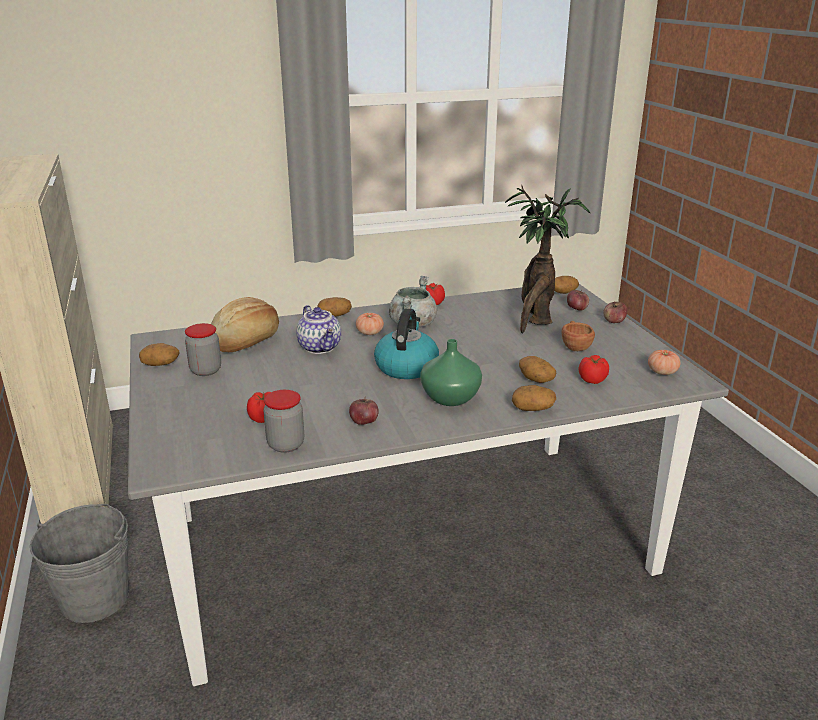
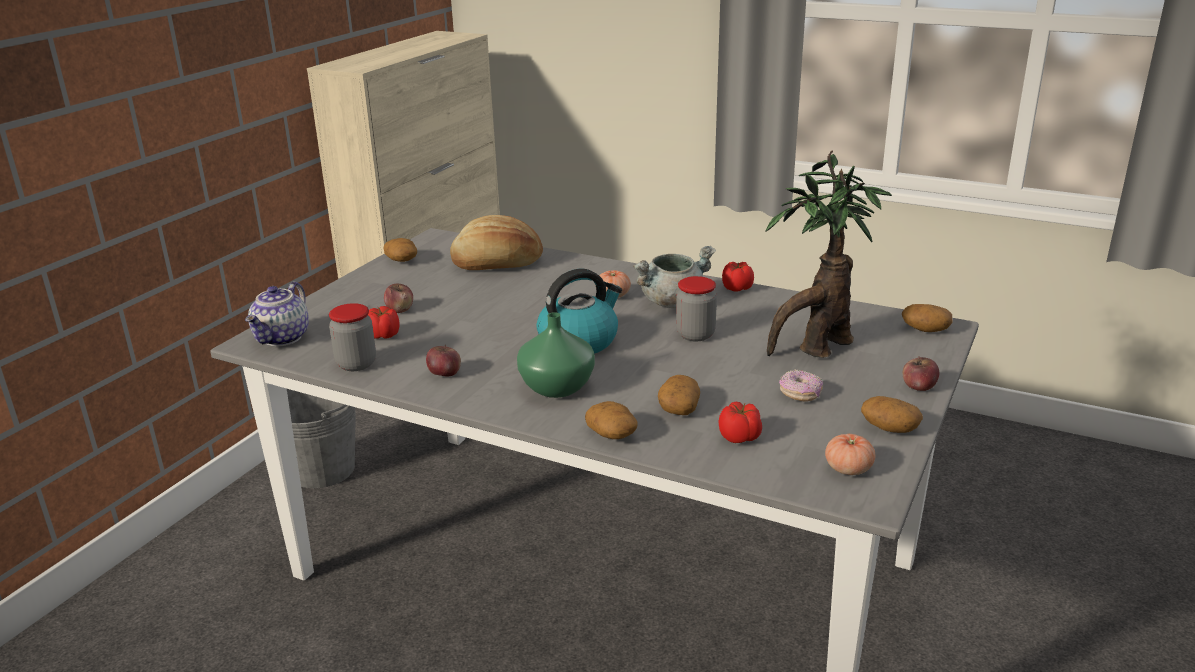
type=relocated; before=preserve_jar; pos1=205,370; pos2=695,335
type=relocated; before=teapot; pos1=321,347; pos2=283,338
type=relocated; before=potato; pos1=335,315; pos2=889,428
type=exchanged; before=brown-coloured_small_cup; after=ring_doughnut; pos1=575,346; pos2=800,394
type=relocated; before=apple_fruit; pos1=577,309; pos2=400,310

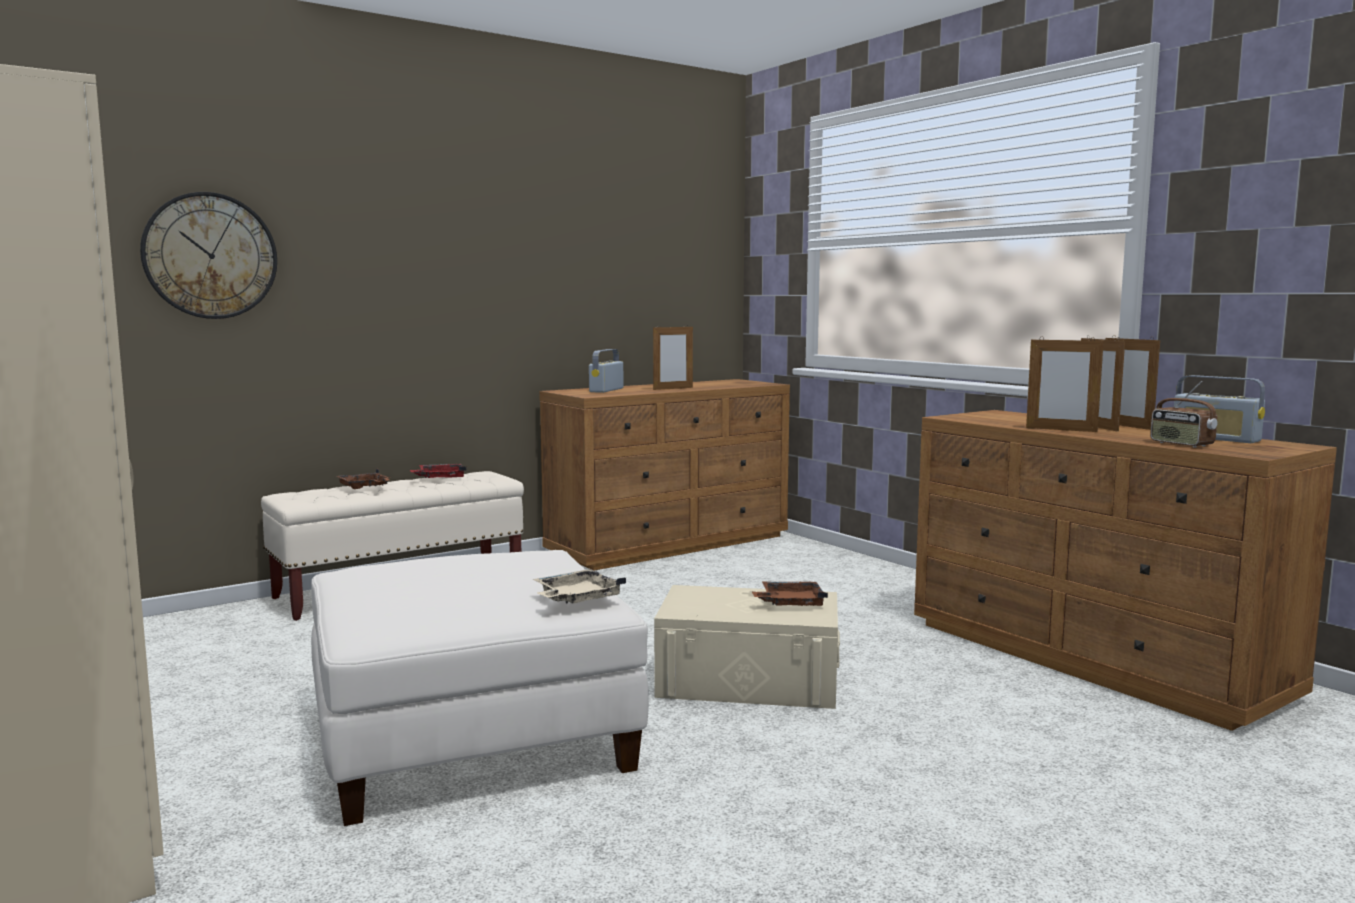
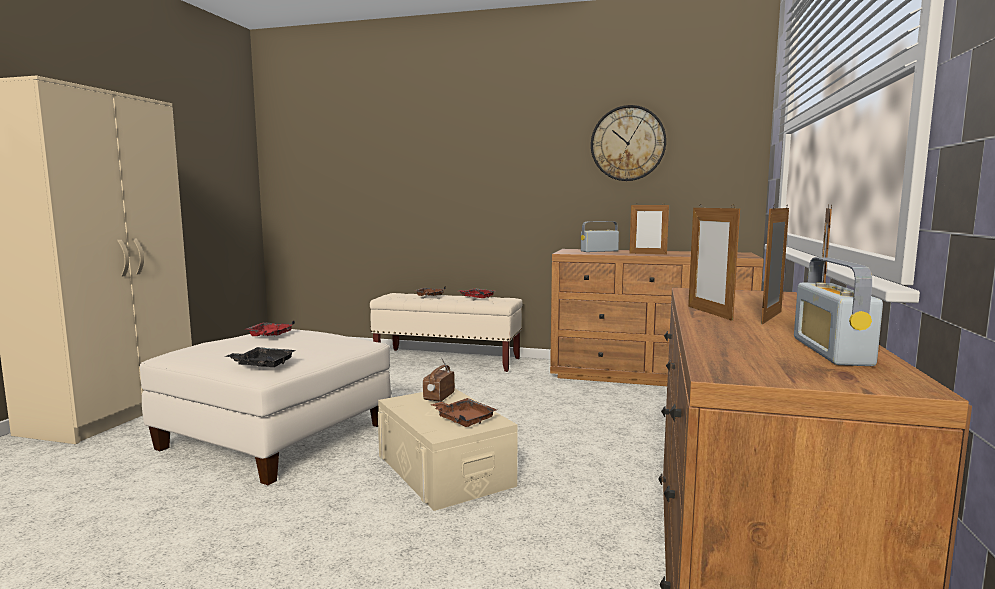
type=relocated; before=wall_clock; pos1=210,256; pos2=628,143
type=colour; before=beige-coloured_tray; after=blackish_tray; pos1=576,599; pos2=263,364
type=relocated; before=radio_receiver; pos1=1181,444; pos2=438,397
type=appeared; after=red-coloured_tray; pos2=270,336

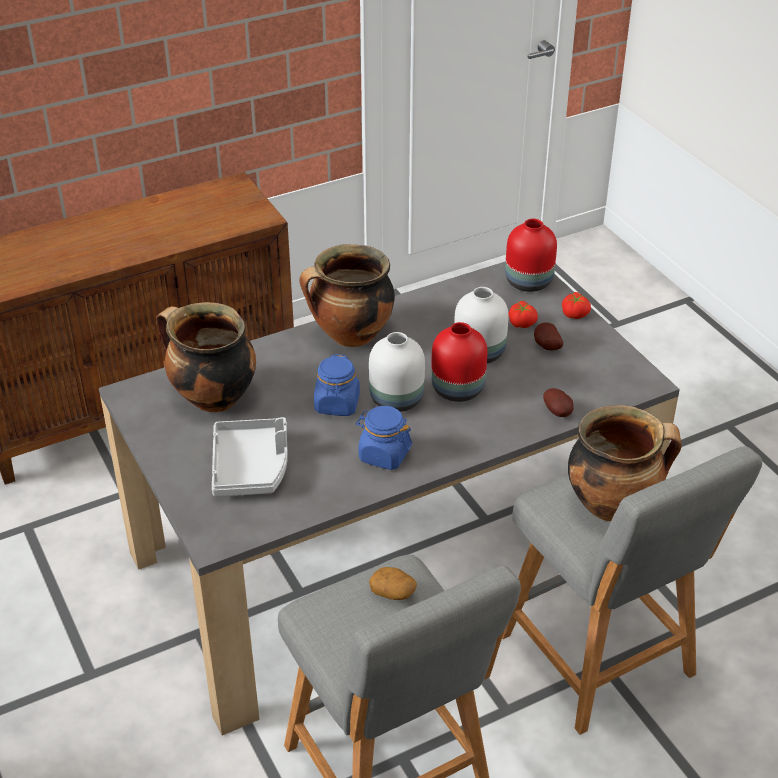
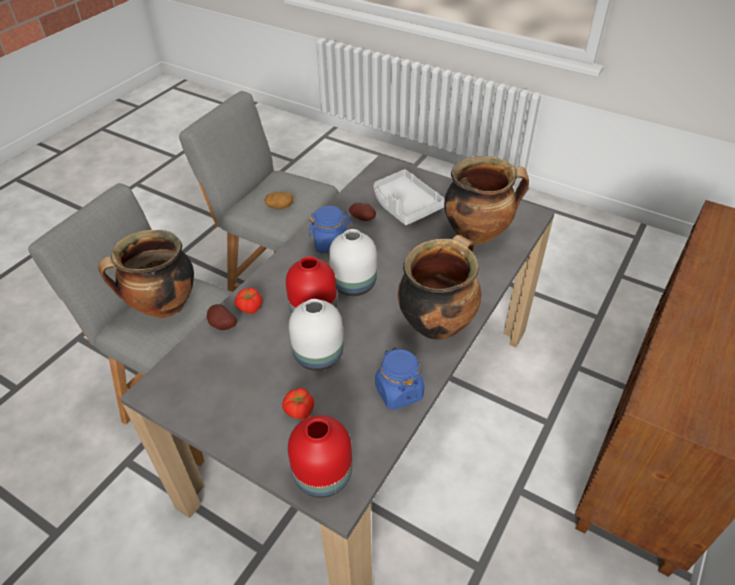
type=relocated; before=bluish_preserve_jar; pos1=337,404; pos2=398,391
type=relocated; before=potato; pos1=546,347; pos2=364,219
type=relocated; before=fresh_tomato; pos1=575,314; pos2=249,307

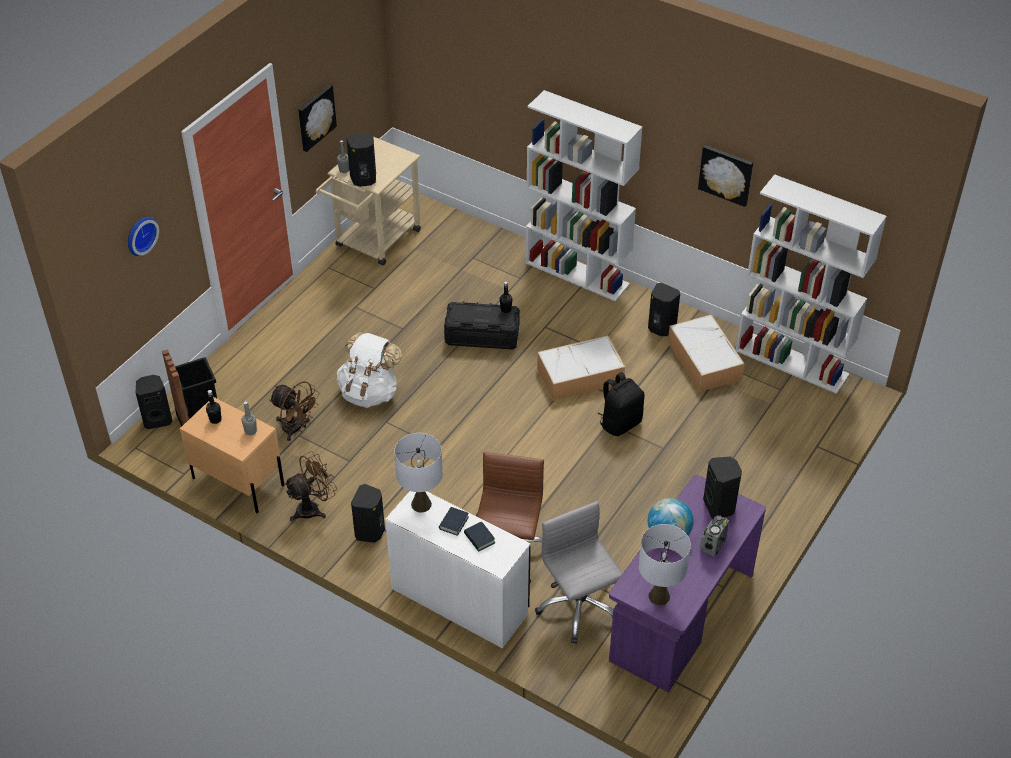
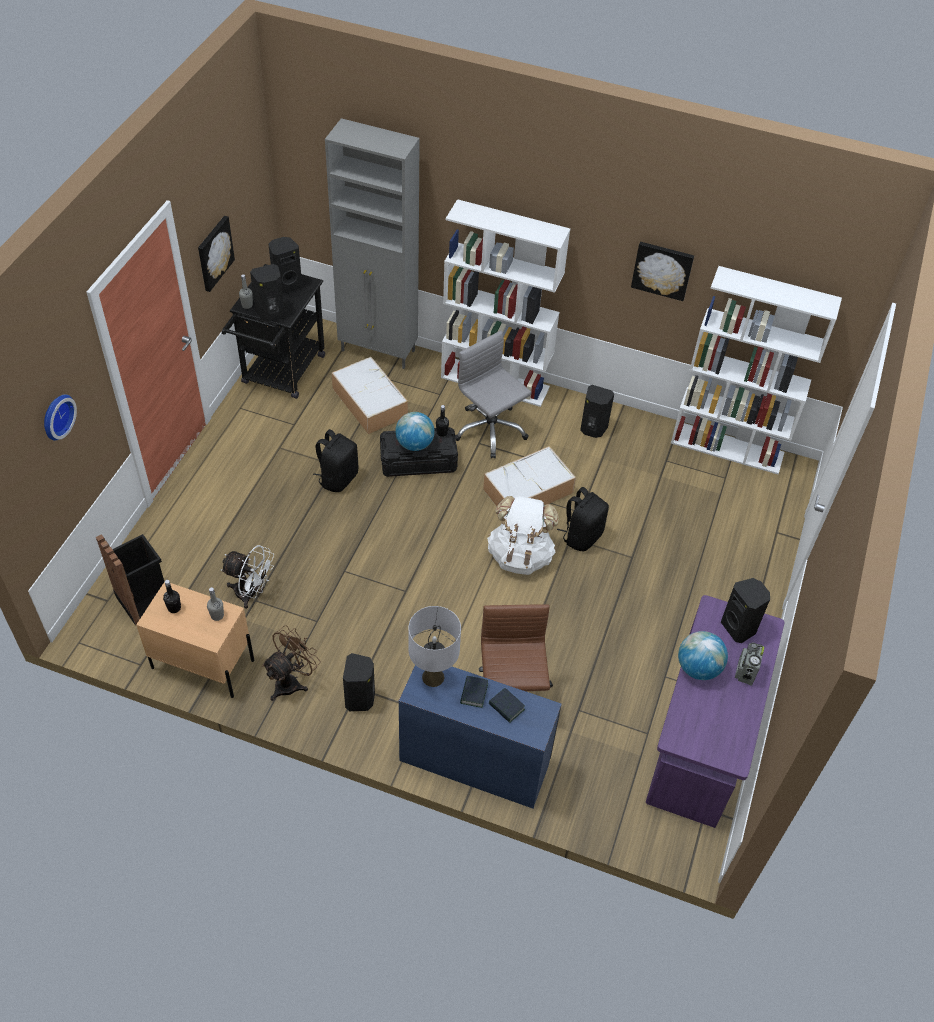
type=relocated; before=blackish_loudspeaker; pos1=157,419; pos2=286,285
type=colour; before=brown-coloured_fan; after=white_fan; pos1=296,429; pos2=251,594
type=colour; before=beige-coloured_cart; after=blackish_cart; pos1=374,242; pos2=280,374
type=relocated; before=white_rucksack; pos1=370,392; pos2=520,555
type=colour; before=white_desk_table; after=bluish_desk_table; pos1=460,600; pos2=474,760
type=relocated; before=gray_office_chair; pos1=578,607; pos2=490,430
type=missing; before=gray_table_lamp; pos1=659,596
type=relocated; before=storage_box; pos1=703,360; pos2=369,401
type=appeared; after=blackish_rucksack; pos2=338,478
type=appeared; after=gray_cabinet; pos2=379,351
type=appeared; after=world_globe; pos2=414,444

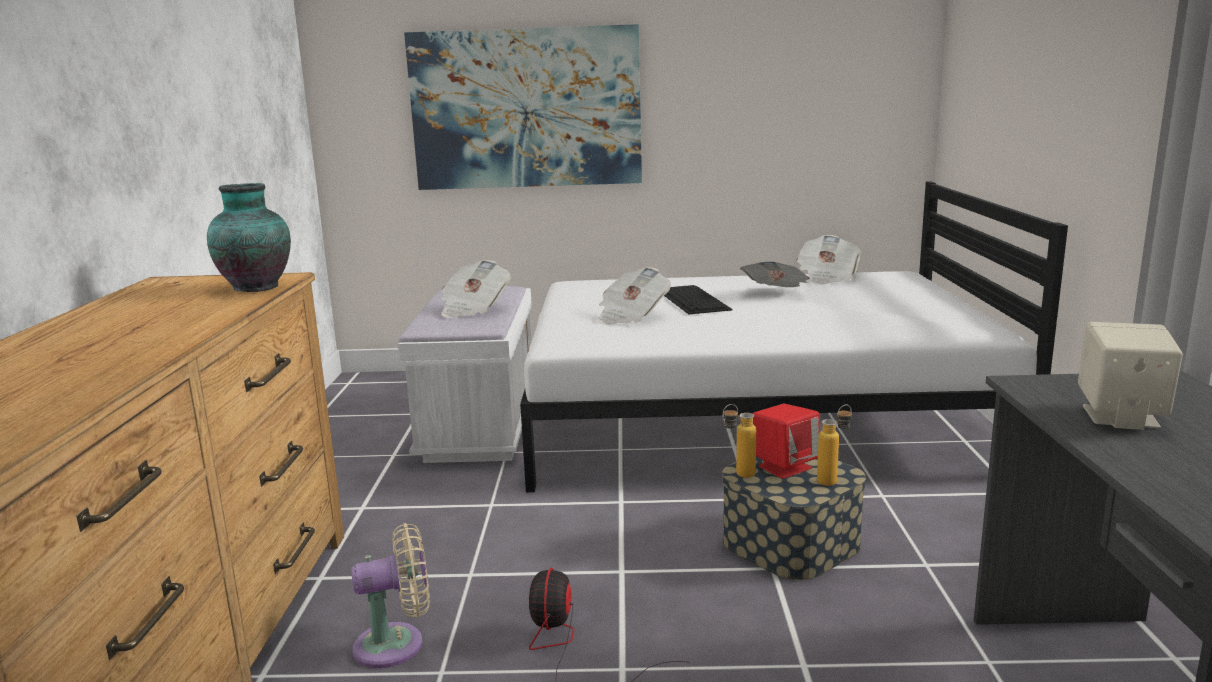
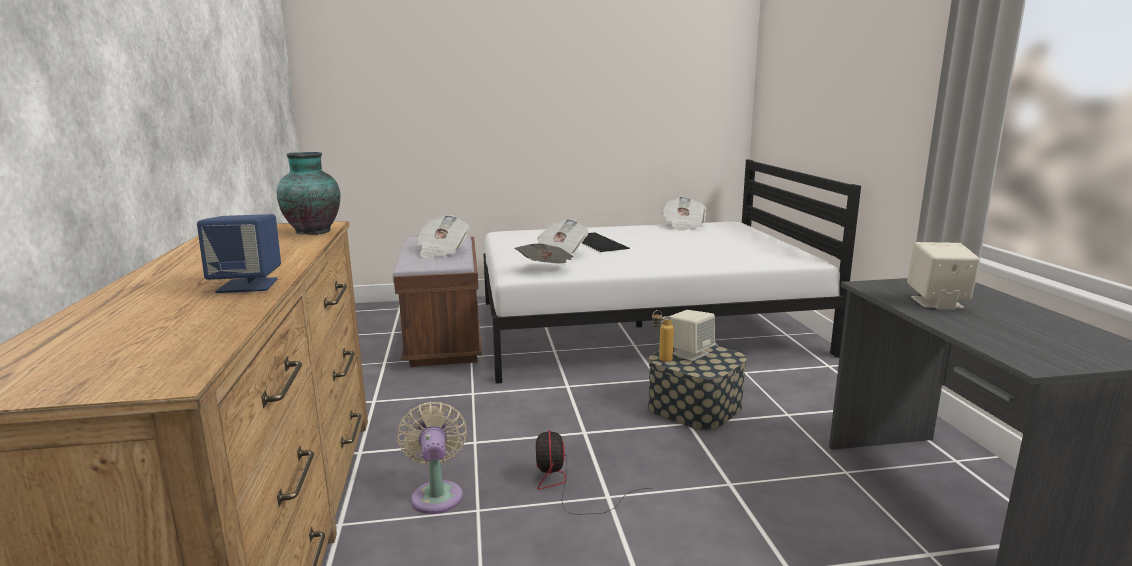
type=spun; before=beige-coloured_fan; pos1=396,644; pos2=437,494; turn=-75
type=colour; before=white_indoor_bench; after=brown-coloured_indoor_bench; pos1=481,425; pos2=444,339
type=missing; before=picture; pos1=526,109
type=relocated; before=newspaper; pos1=776,294; pos2=546,270
type=colour; before=red-coloured_loudspeaker; after=beige-coloured_loudspeaker; pos1=784,467; pos2=690,353
type=missing; before=beverage_bottle; pos1=833,480
type=appeared; after=bluish_loudspeaker; pos2=249,285

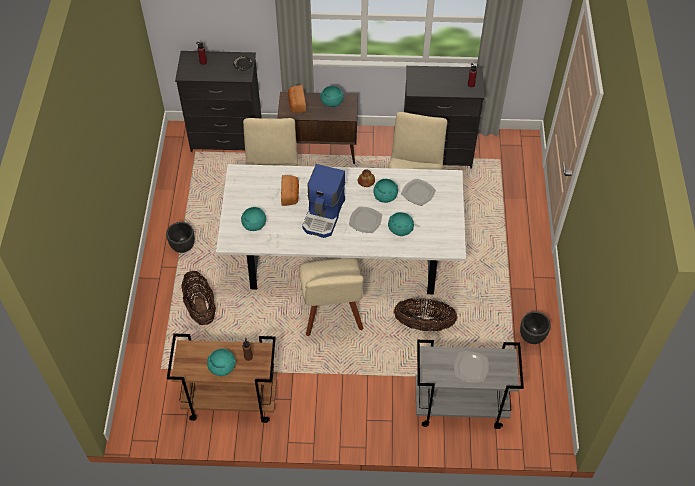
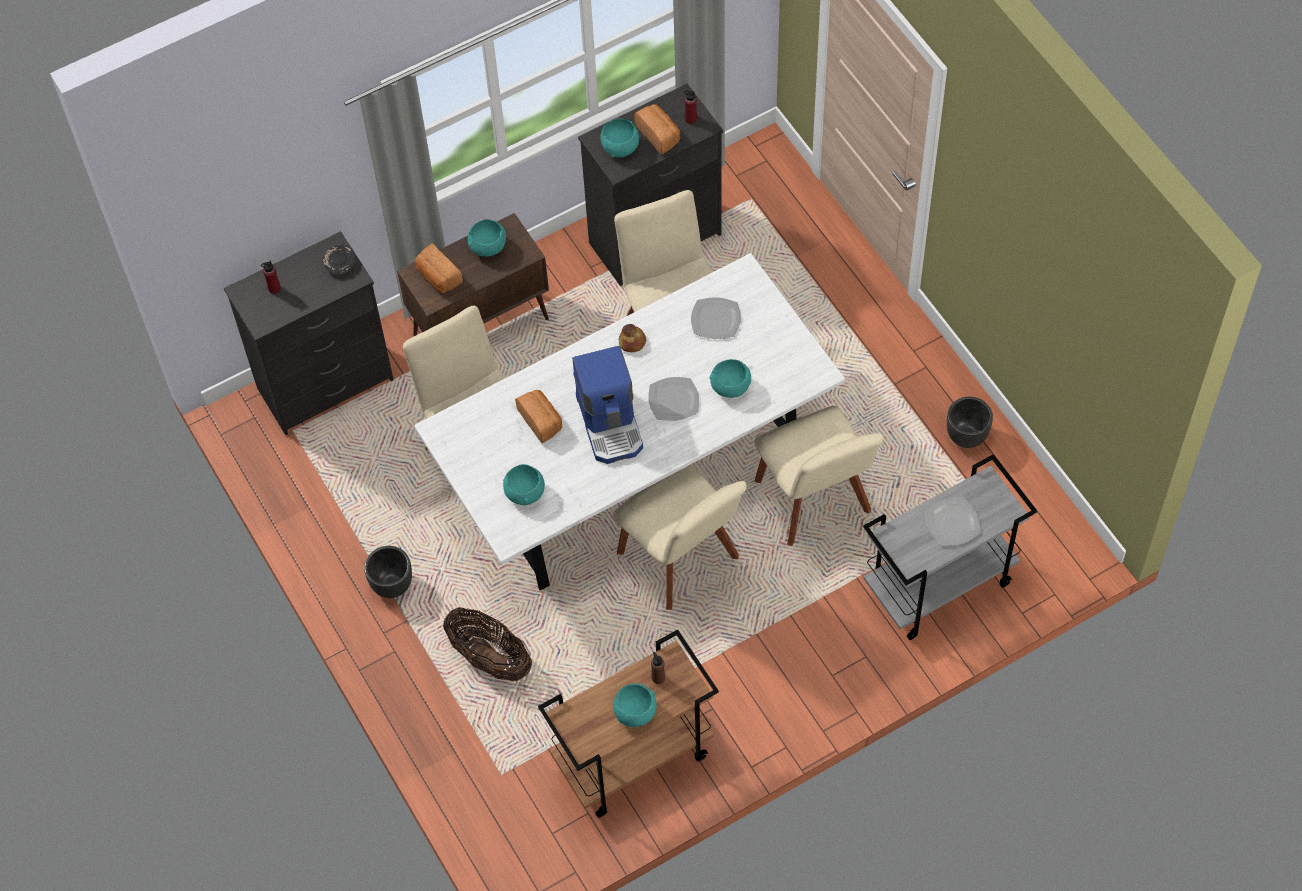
type=relocated; before=blue-green_deep_dish; pos1=385,196; pos2=620,147
type=exchanged; before=storage_basket; after=beige-coloured_upright_chair; pos1=424,324; pos2=814,501
type=appeared; after=baked_bread; pos2=659,135

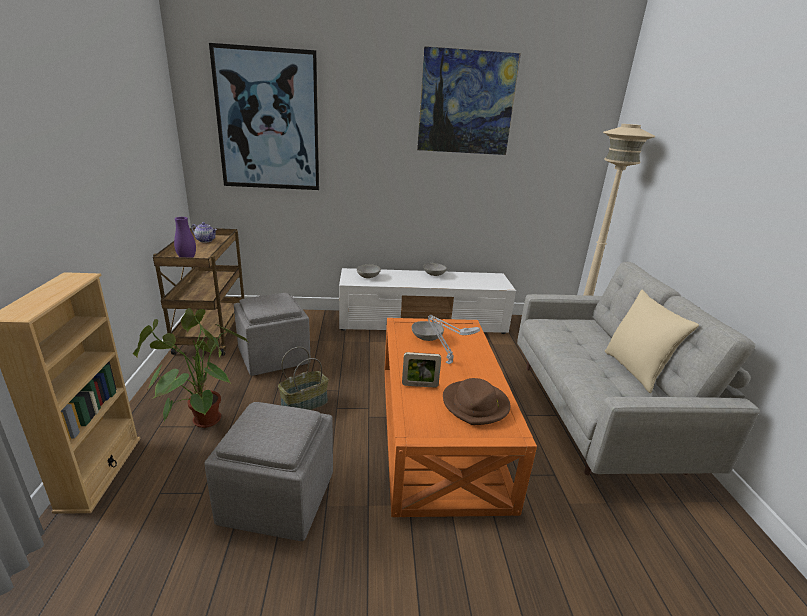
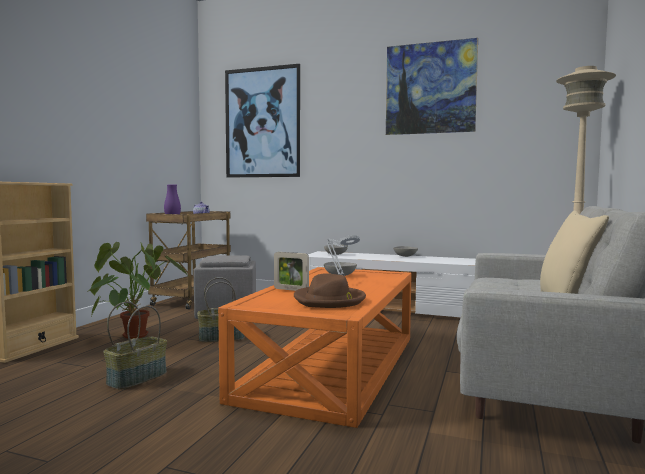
type=exchanged; before=gray_ottoman; after=storage_basket; pos1=277,498; pos2=137,378

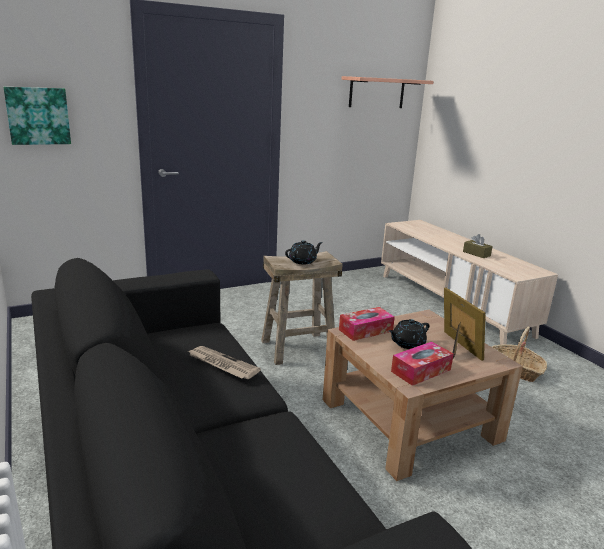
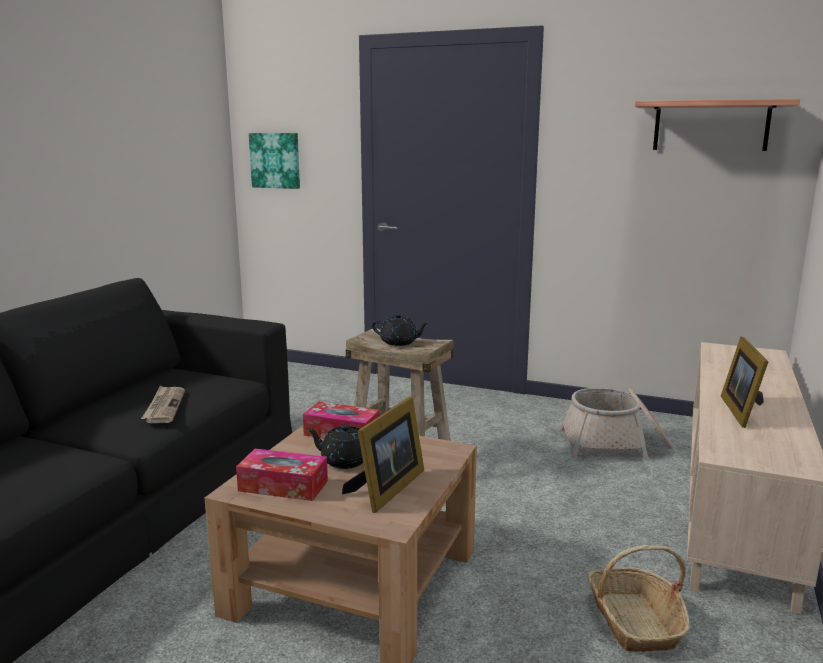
type=exchanged; before=brown-coloured_box_of_tissues; after=standing_frame; pos1=476,254; pos2=742,411
type=appeared; after=storage_basket; pos2=615,444

